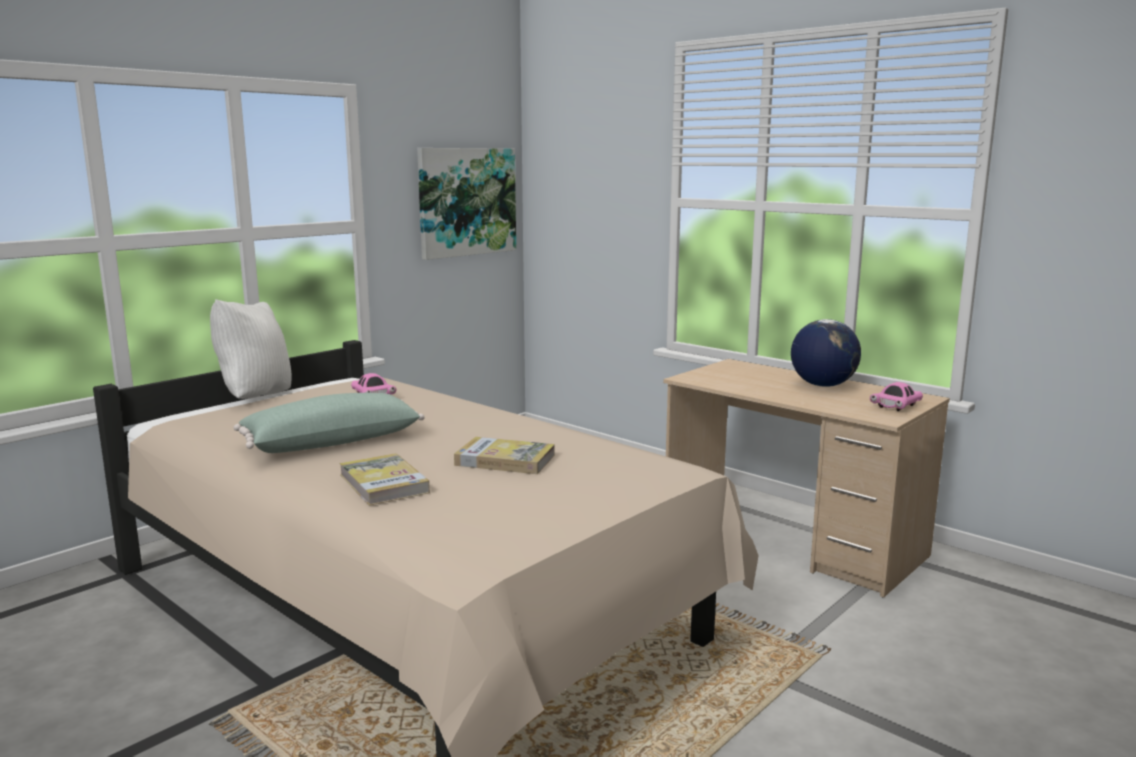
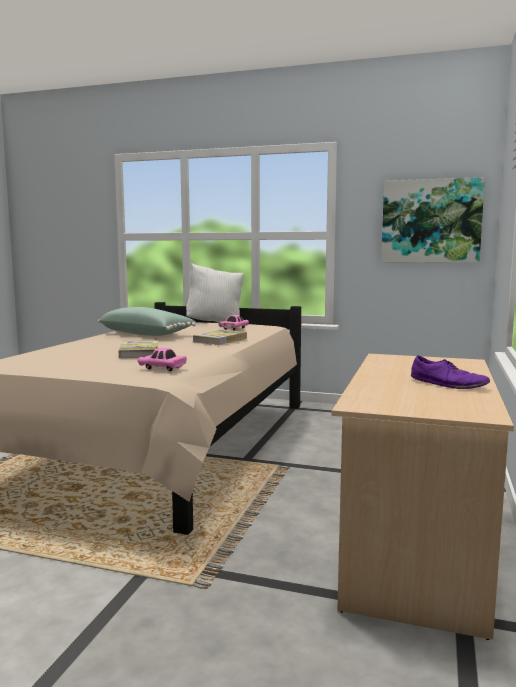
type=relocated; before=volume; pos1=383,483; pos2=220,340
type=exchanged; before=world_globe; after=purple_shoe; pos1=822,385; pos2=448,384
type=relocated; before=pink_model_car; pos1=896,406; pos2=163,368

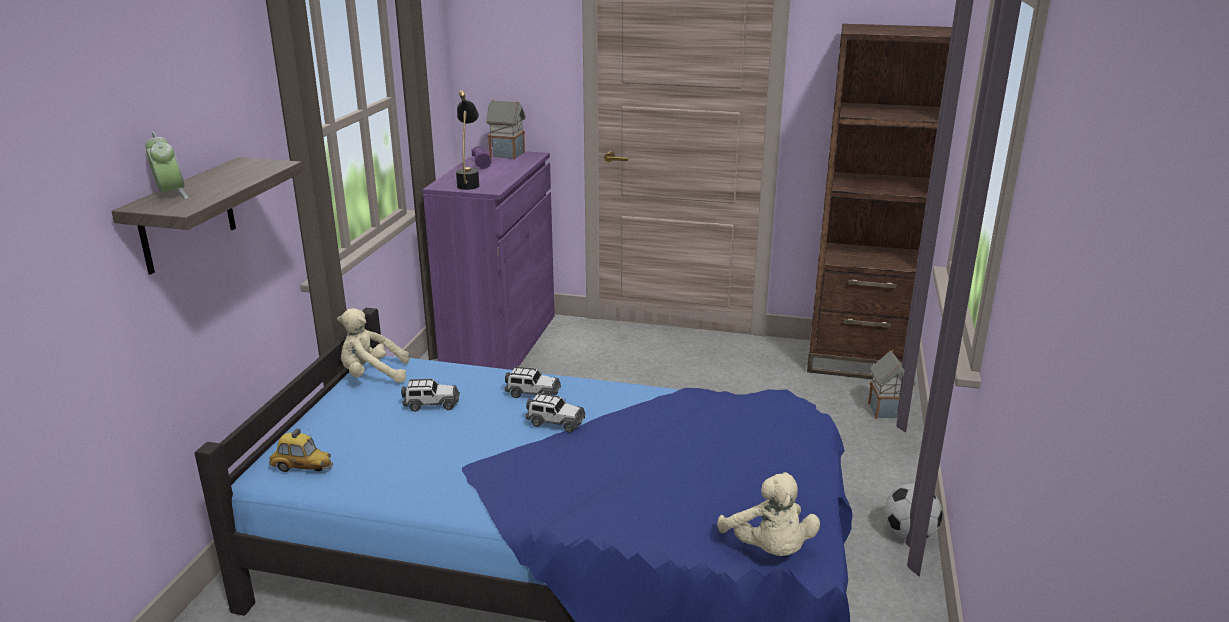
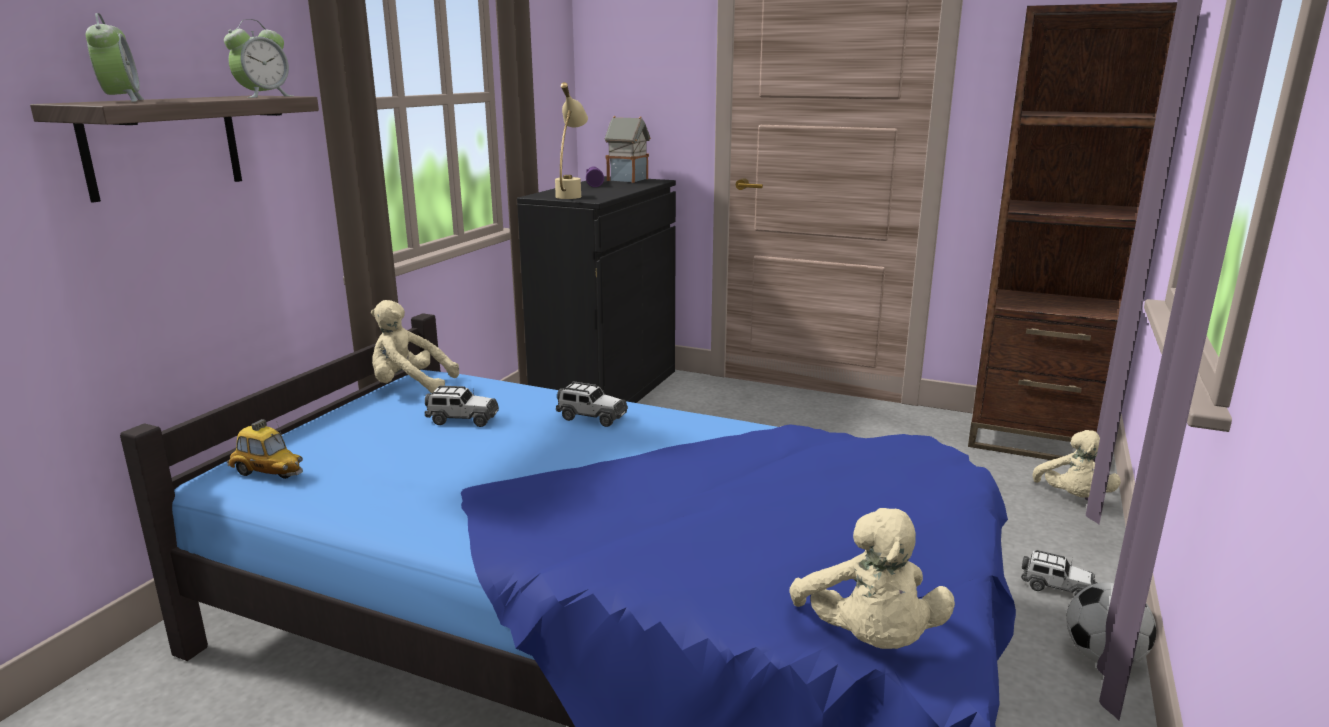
type=colour; before=purple_cabinet; after=blackish_cabinet; pos1=500,341; pos2=606,391
type=colour; before=blackish_table_lamp; after=beige-coloured_table_lamp; pos1=469,183; pos2=571,195
type=relocated; before=model_car; pos1=555,422; pos2=1057,587
type=exchanged; before=toy_house; after=beige-coloured_cuddly_toy; pos1=887,411; pos2=1073,498
type=appeared; after=bedside_clock; pos2=264,96

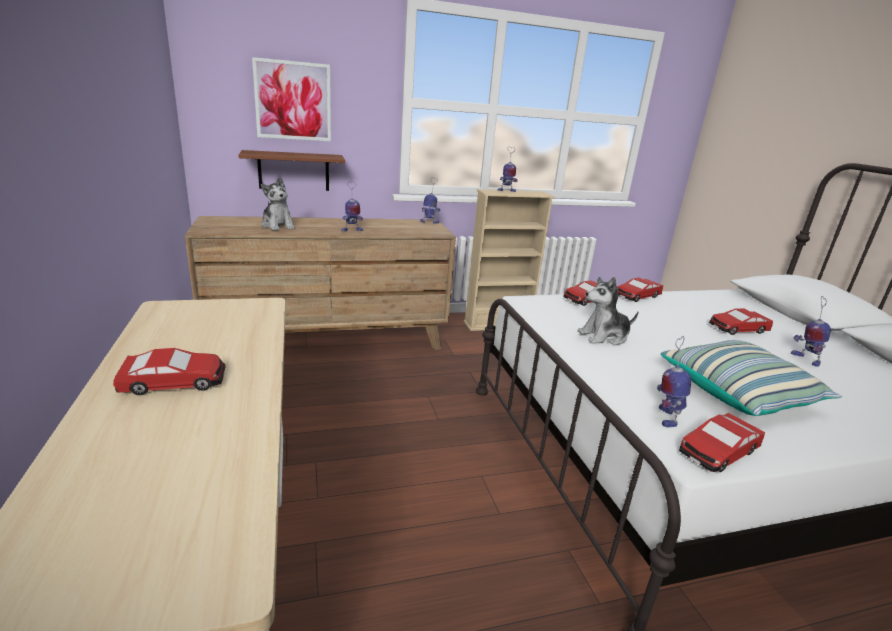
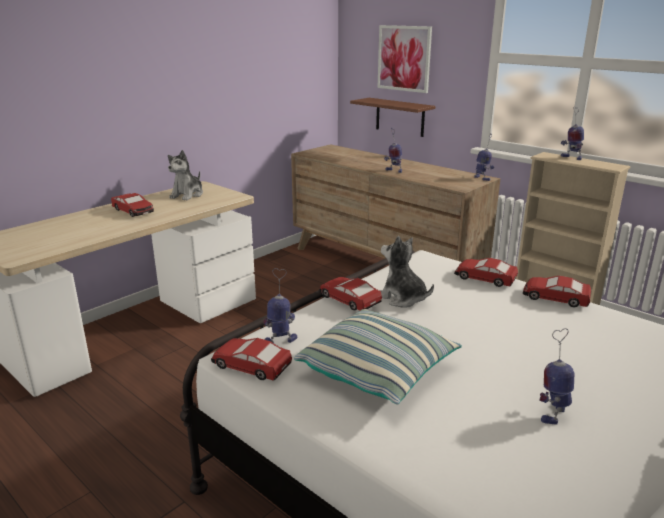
type=relocated; before=cuddly_toy; pos1=278,226; pos2=187,195
type=relocated; before=model_car; pos1=738,329; pos2=349,299

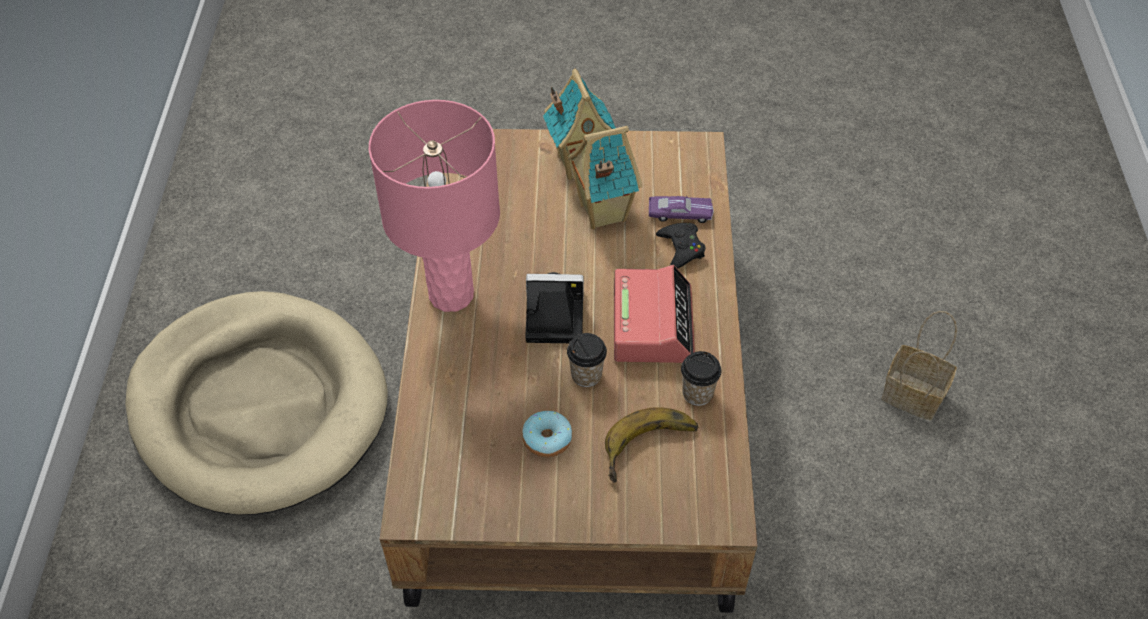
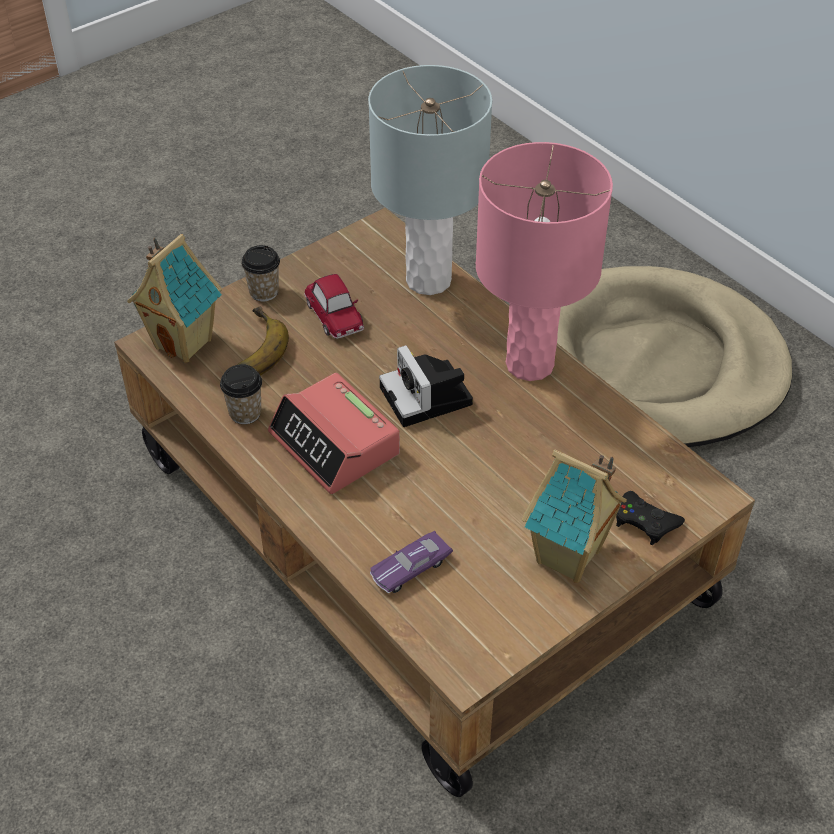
type=exchanged; before=ring_doughnut; after=model_car; pos1=547,439; pos2=335,315
type=spun; before=still_camera; pos1=551,316; pos2=428,398; turn=105
type=relocated; before=toy_house; pos1=601,212; pos2=185,343
type=relocated; before=small_cup; pos1=586,375; pos2=264,292
type=relocated; before=blackish_gamepad; pos1=681,249; pos2=645,522
type=missing; before=storage_basket; pos1=910,395
type=appeared; after=gray_table_lamp; pos2=428,280

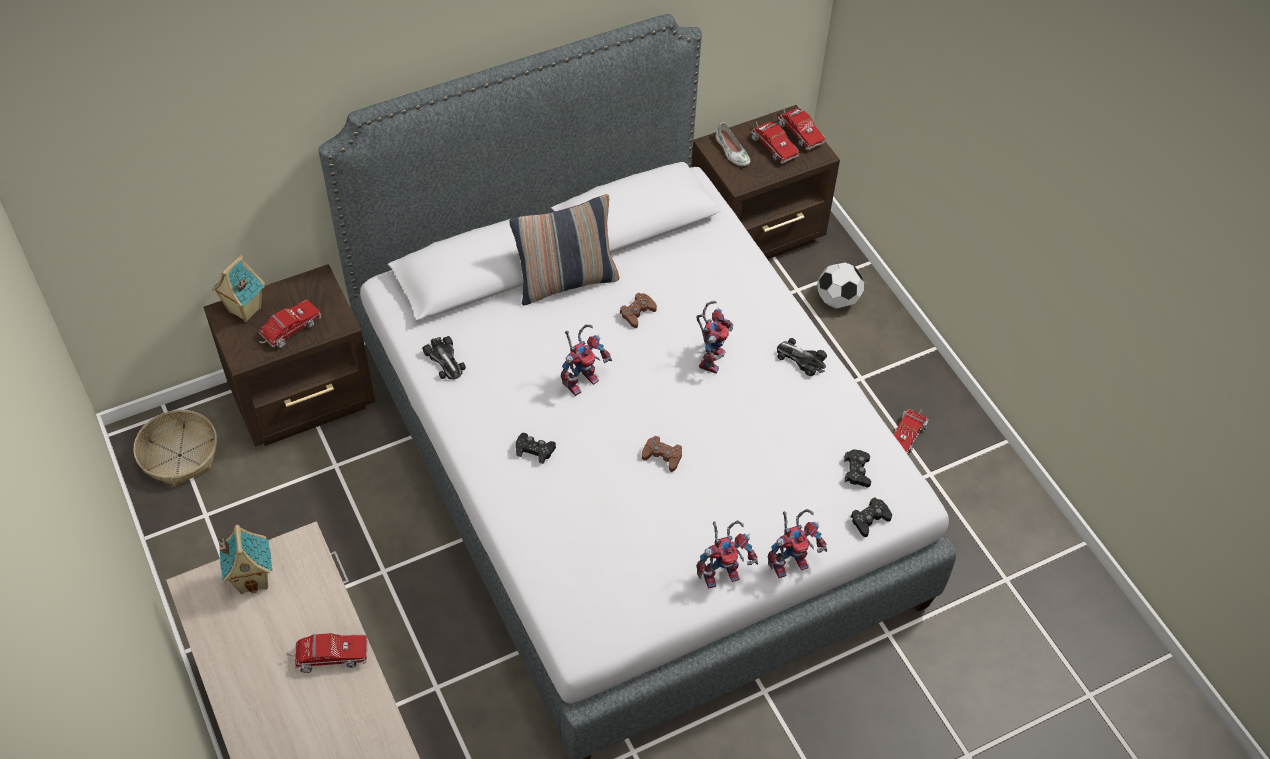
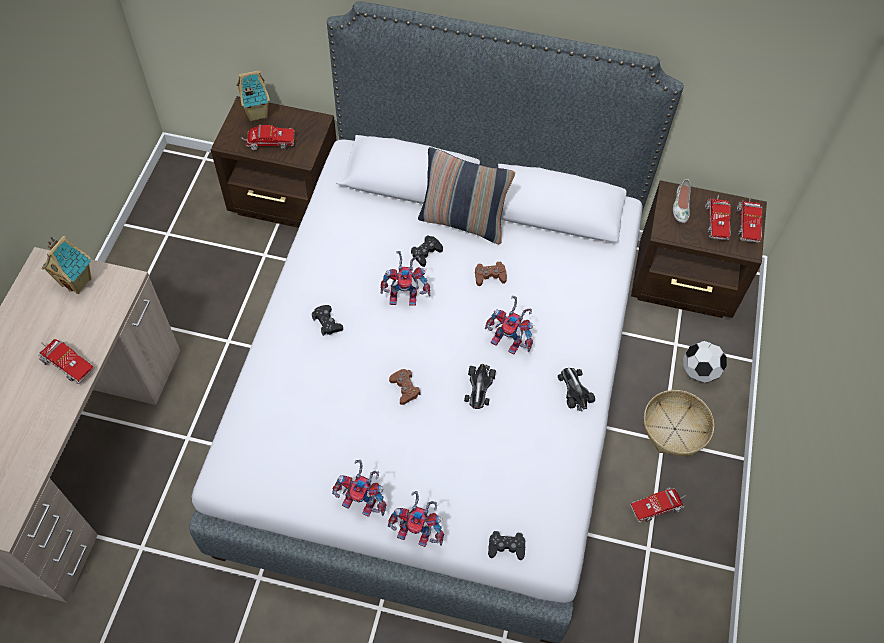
type=relocated; before=storage_basket; pos1=179,455; pos2=674,428
type=relocated; before=model_car; pos1=444,360; pos2=479,387
type=spun; before=model_robot; pos1=710,356; pos2=510,342; turn=60
type=relocated; before=blackish_gamepad; pos1=857,471; pos2=426,253

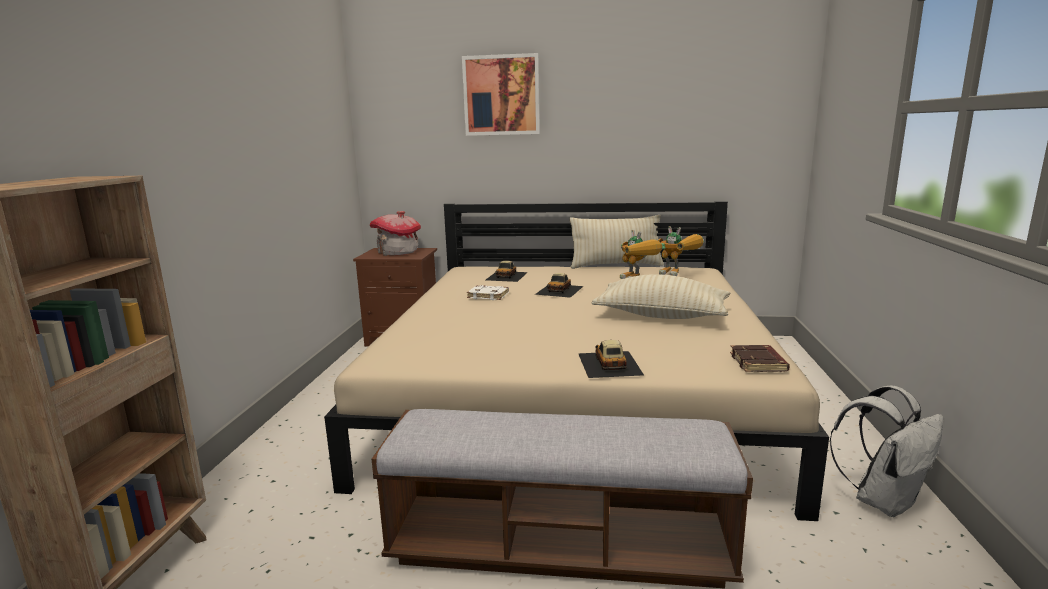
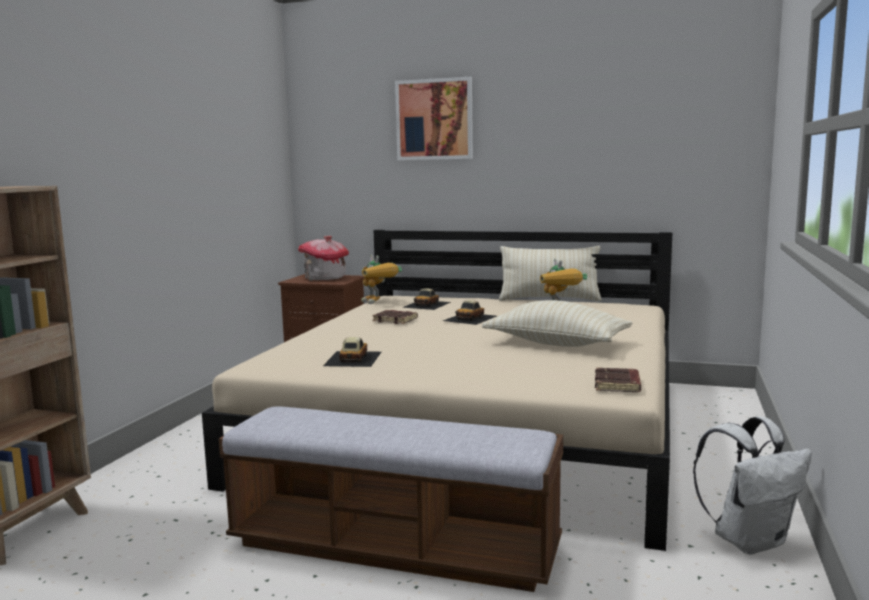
type=colour; before=white_volume; after=brown-coloured_volume; pos1=489,295; pos2=396,320
type=relocated; before=model_car; pos1=609,364; pos2=352,358
type=relocated; before=model_robot; pos1=678,274; pos2=378,302

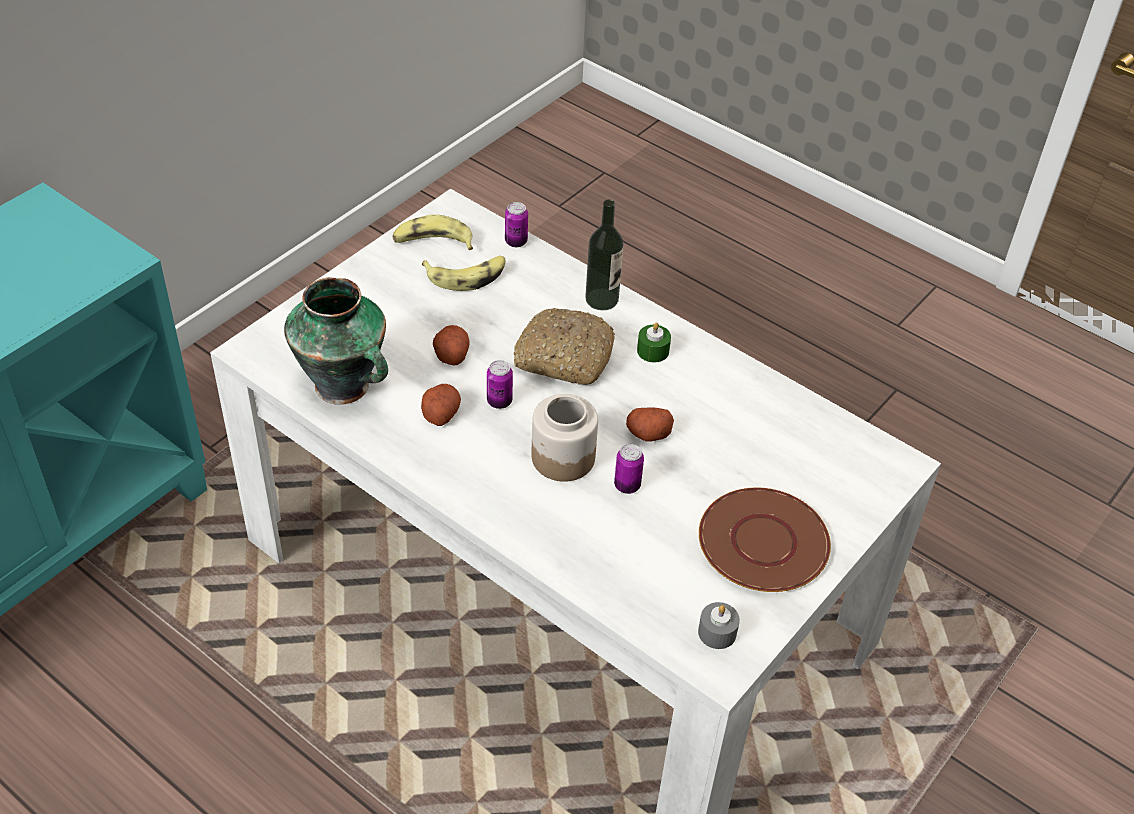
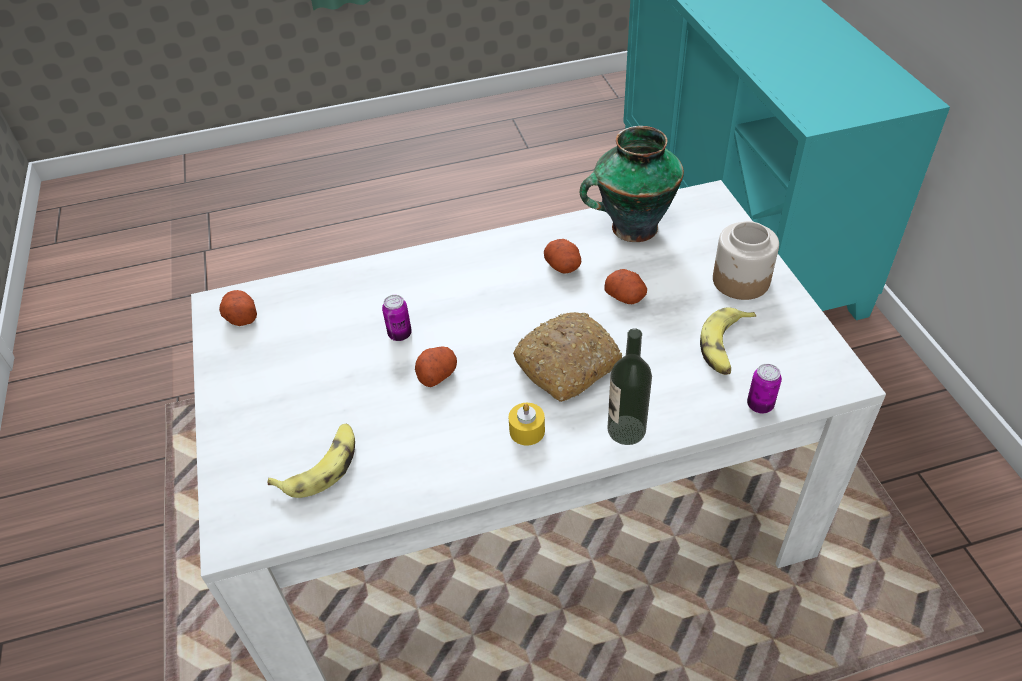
type=relocated; before=whole_banana; pos1=433,242; pos2=322,466
type=missing; before=can; pos1=499,401
type=relocated; before=preserve_jar; pos1=562,457; pos2=741,280
type=colour; before=green-coloured_wax_candle; after=yellow_wax_candle; pos1=653,351; pos2=527,431
type=exchanged; before=gray_wax_candle; after=potato; pos1=717,632; pos2=240,316
type=missing; before=brown-coloured_plate; pos1=762,541

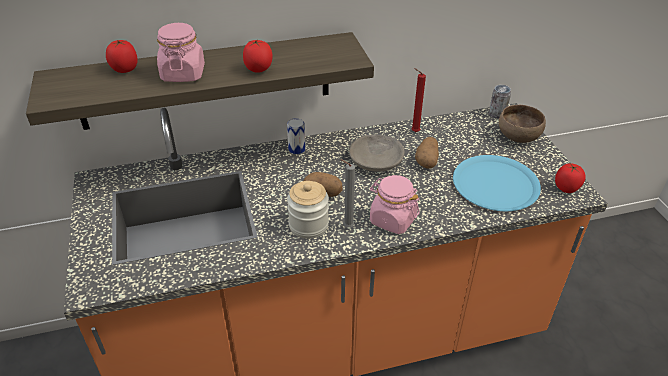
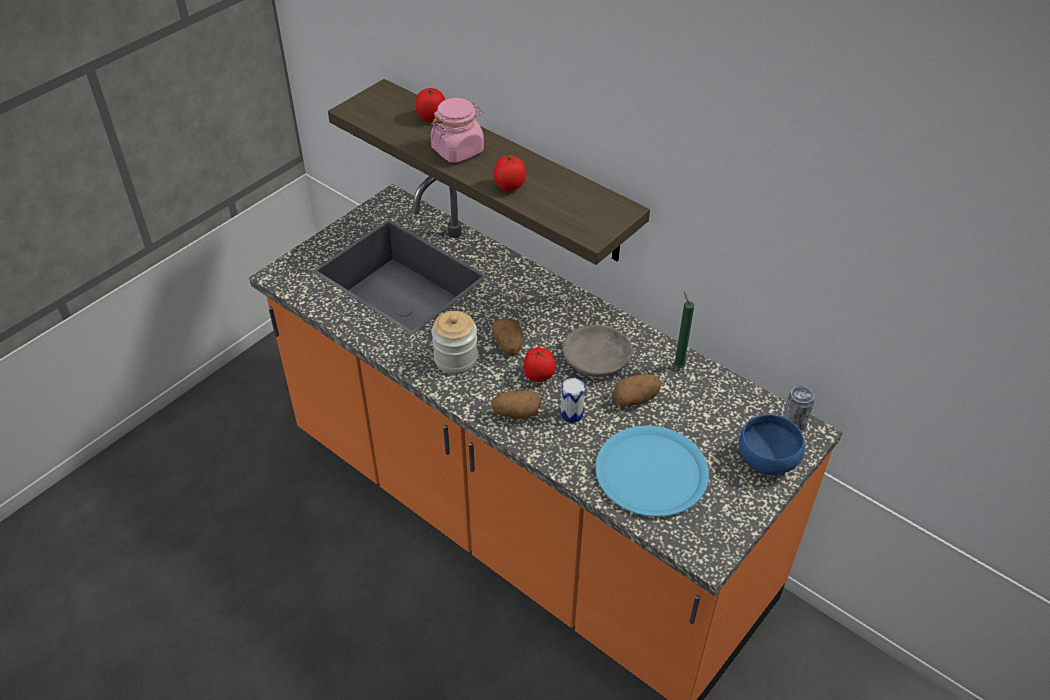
type=relocated; before=can; pos1=296,149; pos2=571,414
type=missing; before=gray_wax_candle; pos1=346,227
type=exchanged; before=pink_preserve_jar; after=potato; pos1=392,219; pos2=516,413
type=colour; before=red-coloured_wax_candle; after=green-coloured_wax_candle; pos1=413,132; pos2=677,366
type=colour; before=brown-coloured_deep_dish; after=bluish_deep_dish; pos1=517,136; pos2=766,458
type=relocated; before=fresh_tomato; pos1=566,188; pos2=539,376

